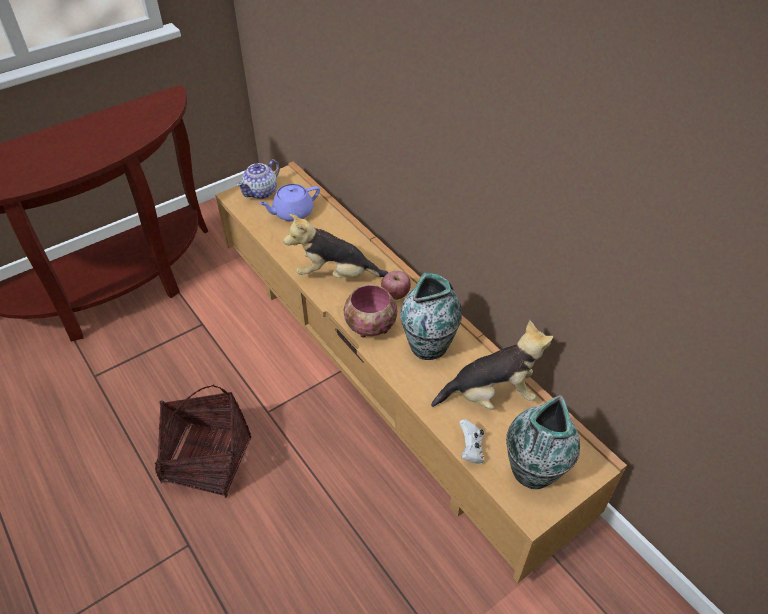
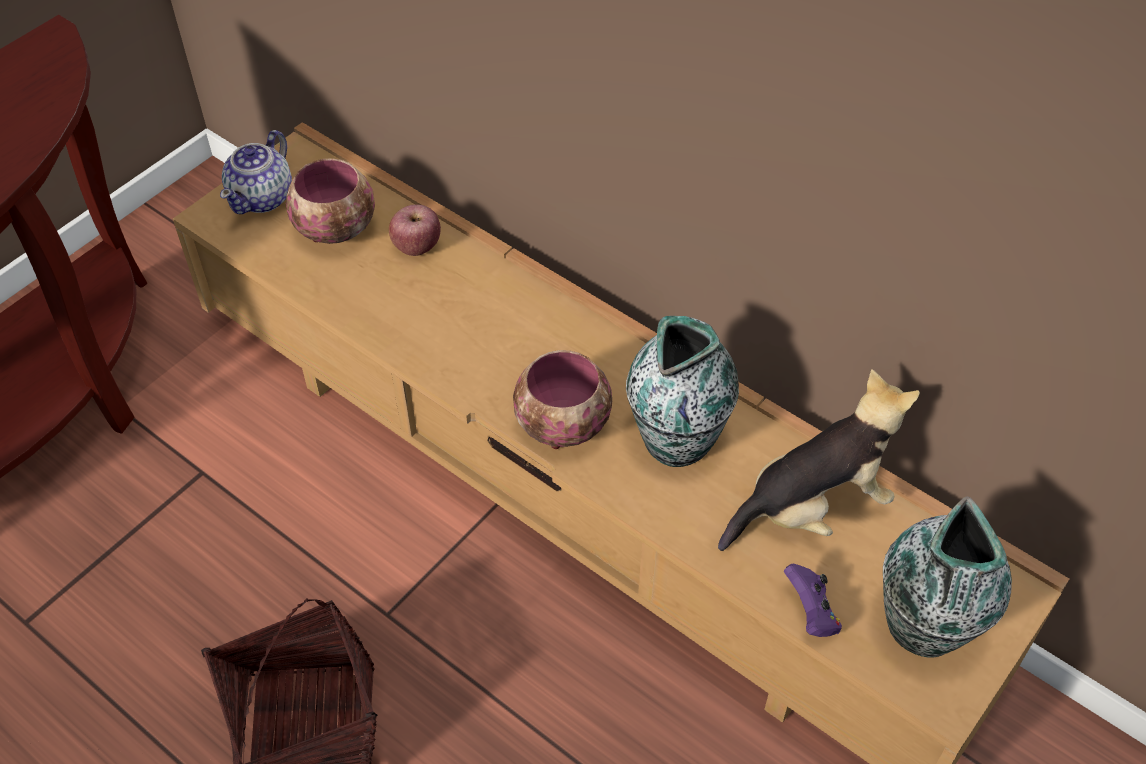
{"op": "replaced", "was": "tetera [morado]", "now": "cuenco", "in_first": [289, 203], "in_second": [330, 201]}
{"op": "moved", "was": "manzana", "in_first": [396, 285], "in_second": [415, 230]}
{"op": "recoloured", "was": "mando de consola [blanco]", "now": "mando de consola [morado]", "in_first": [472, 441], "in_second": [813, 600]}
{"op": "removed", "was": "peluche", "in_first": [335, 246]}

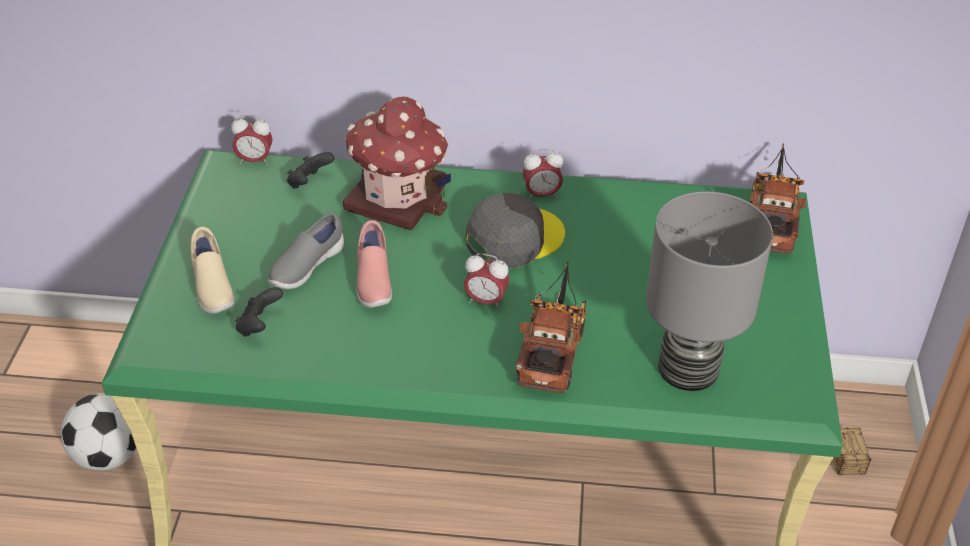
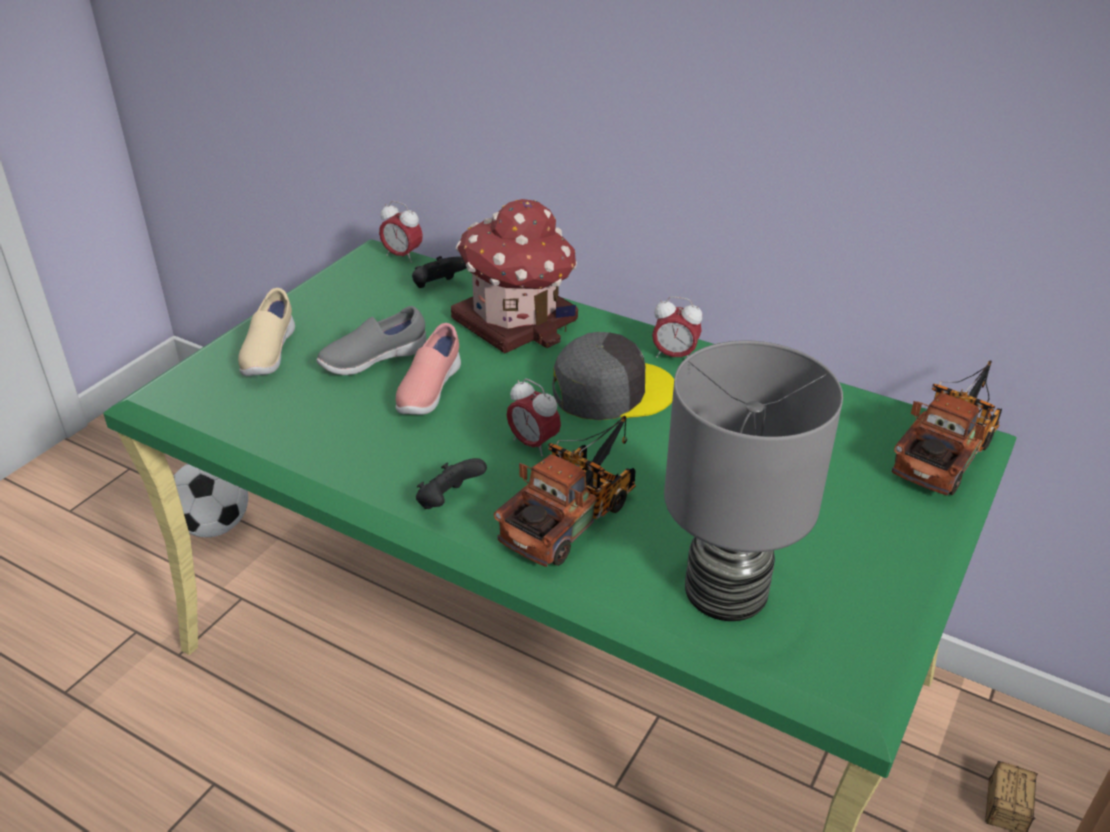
{"op": "moved", "was": "mando de consola [negro]", "in_first": [259, 312], "in_second": [451, 483]}

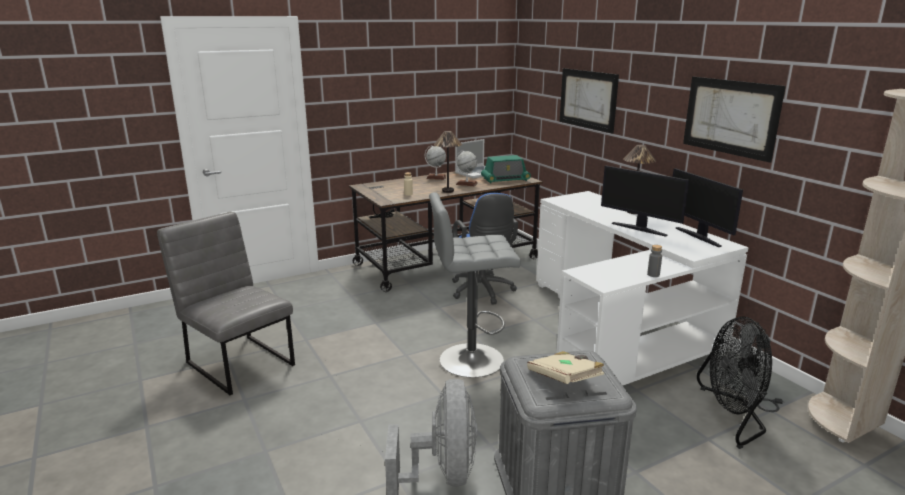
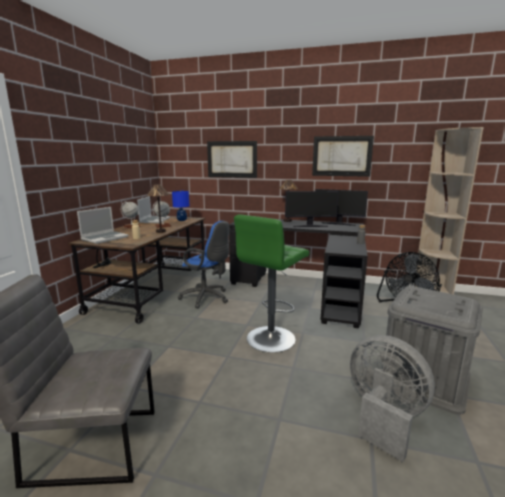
{"op": "added", "now": "portátil", "in_second": [103, 225]}
{"op": "replaced", "was": "radio", "now": "lámpara de mesa [azul]", "in_first": [506, 169], "in_second": [180, 206]}
{"op": "recoloured", "was": "escritorio [blanco]", "now": "escritorio [negro]", "in_first": [642, 288], "in_second": [298, 273]}
{"op": "recoloured", "was": "taburete [gris]", "now": "taburete [verde]", "in_first": [475, 284], "in_second": [271, 283]}
{"op": "removed", "was": "libro [beis]", "in_first": [565, 367]}

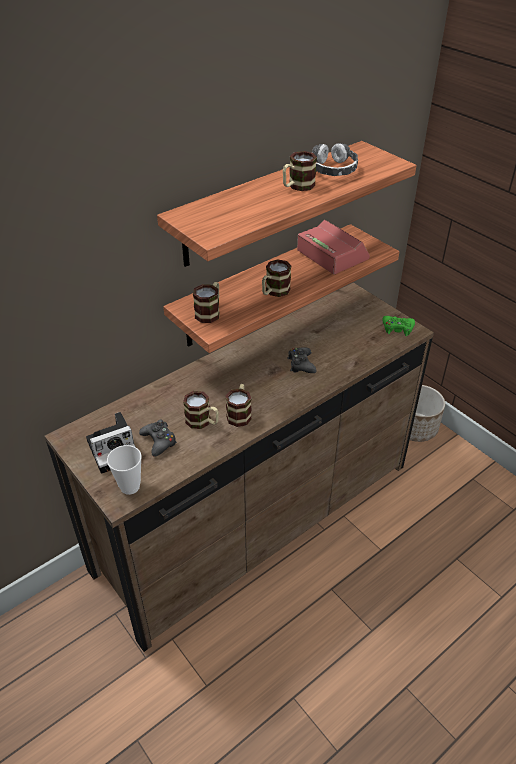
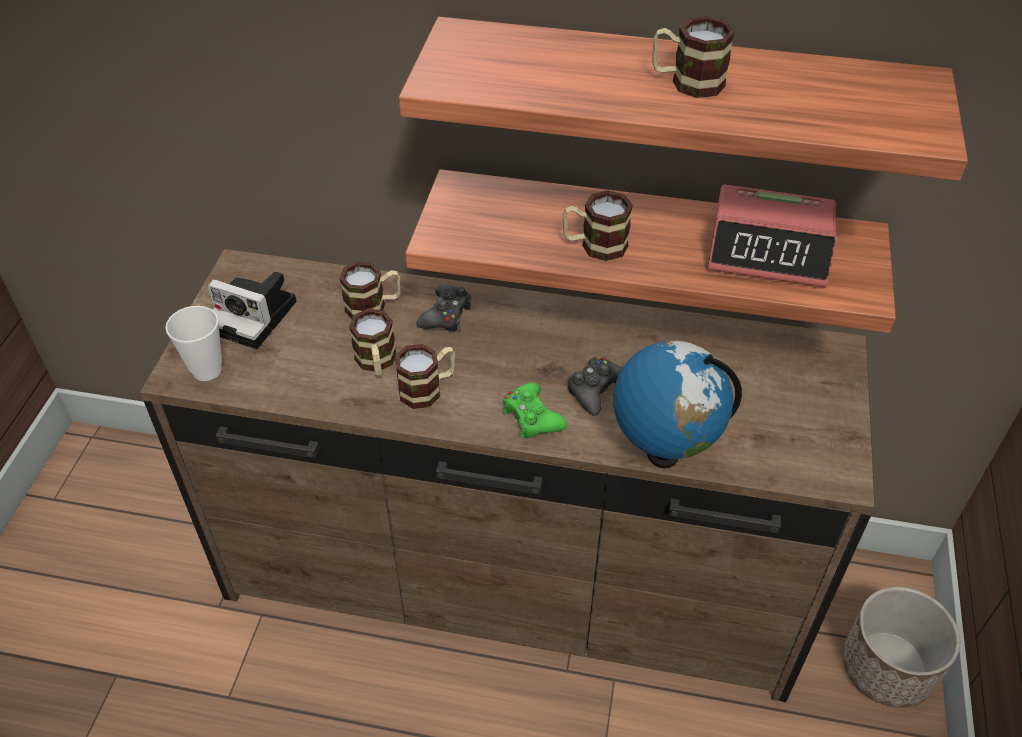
{"op": "moved", "was": "taza grande", "in_first": [206, 302], "in_second": [369, 290]}
{"op": "moved", "was": "mando de consola [negro]", "in_first": [158, 438], "in_second": [444, 308]}
{"op": "moved", "was": "mando de consola [verde]", "in_first": [399, 326], "in_second": [534, 410]}
{"op": "added", "now": "globo terráqueo", "in_second": [677, 405]}
{"op": "turned", "was": "despertador", "in_first": [333, 247], "in_second": [772, 236], "clockwise": 90}
{"op": "removed", "was": "auriculares", "in_first": [335, 159]}

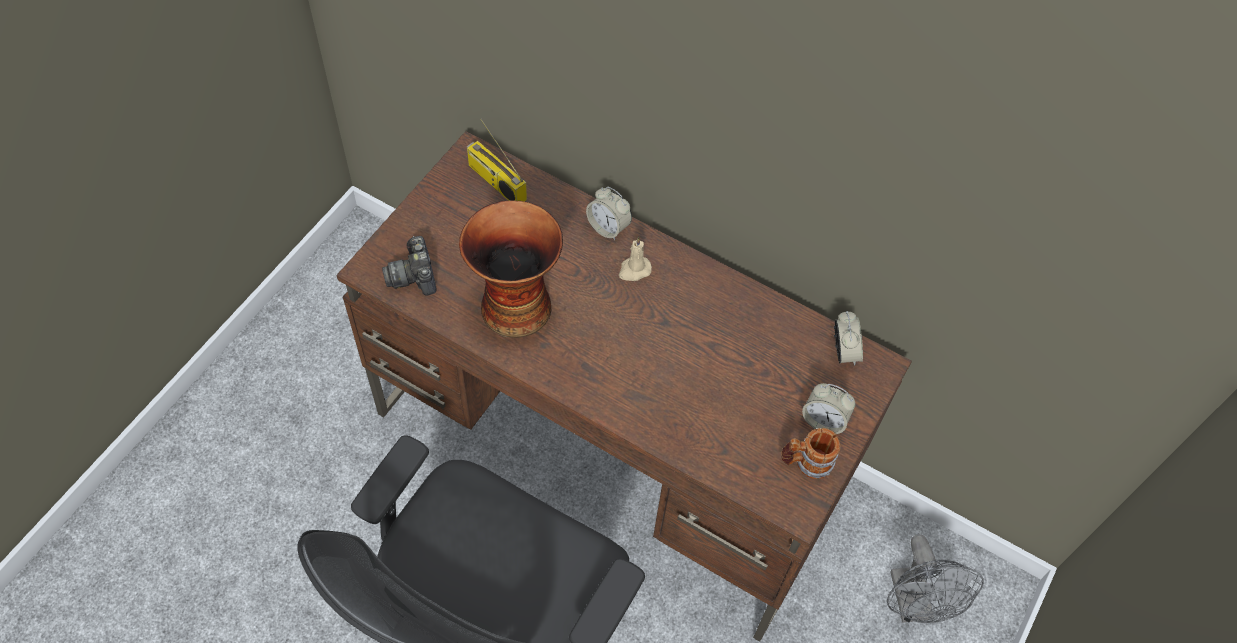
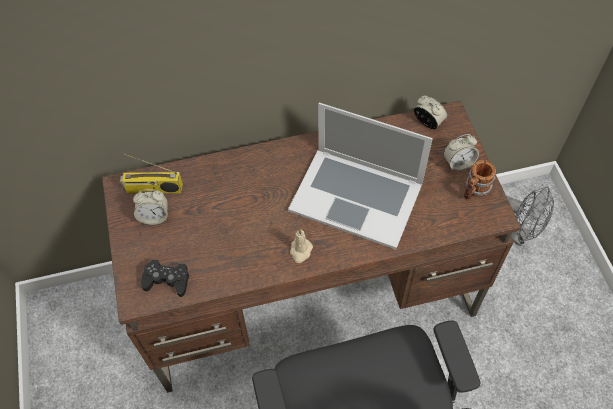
{"op": "moved", "was": "despertador", "in_first": [609, 213], "in_second": [150, 207]}
{"op": "replaced", "was": "cámara", "now": "mando de consola [negro]", "in_first": [409, 265], "in_second": [165, 278]}
{"op": "added", "now": "portátil", "in_second": [360, 176]}
{"op": "moved", "was": "vela [beis]", "in_first": [635, 259], "in_second": [301, 246]}
{"op": "removed", "was": "florero", "in_first": [511, 269]}

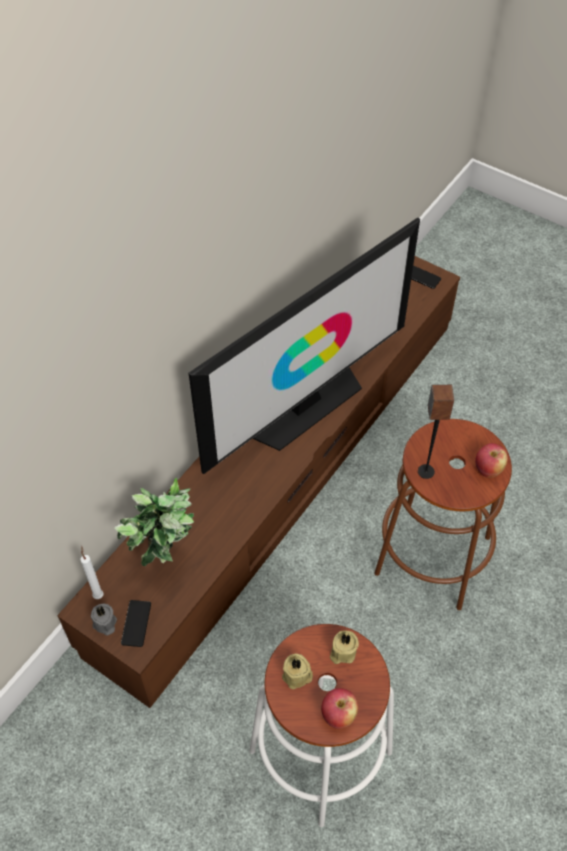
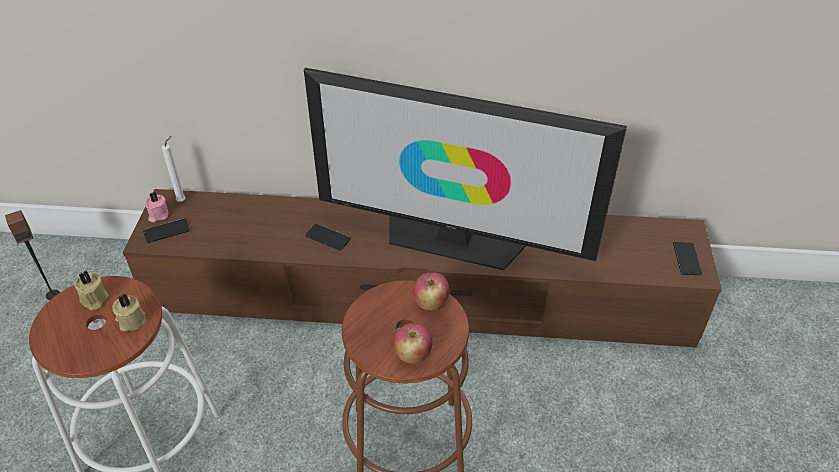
{"op": "moved", "was": "altavoz", "in_first": [436, 432], "in_second": [32, 255]}
{"op": "recoloured", "was": "vela [gris]", "now": "vela [rosa]", "in_first": [104, 620], "in_second": [157, 207]}
{"op": "added", "now": "móvil", "in_second": [328, 237]}
{"op": "moved", "was": "manzana", "in_first": [339, 708], "in_second": [431, 291]}
{"op": "removed", "was": "planta en maceta", "in_first": [154, 521]}

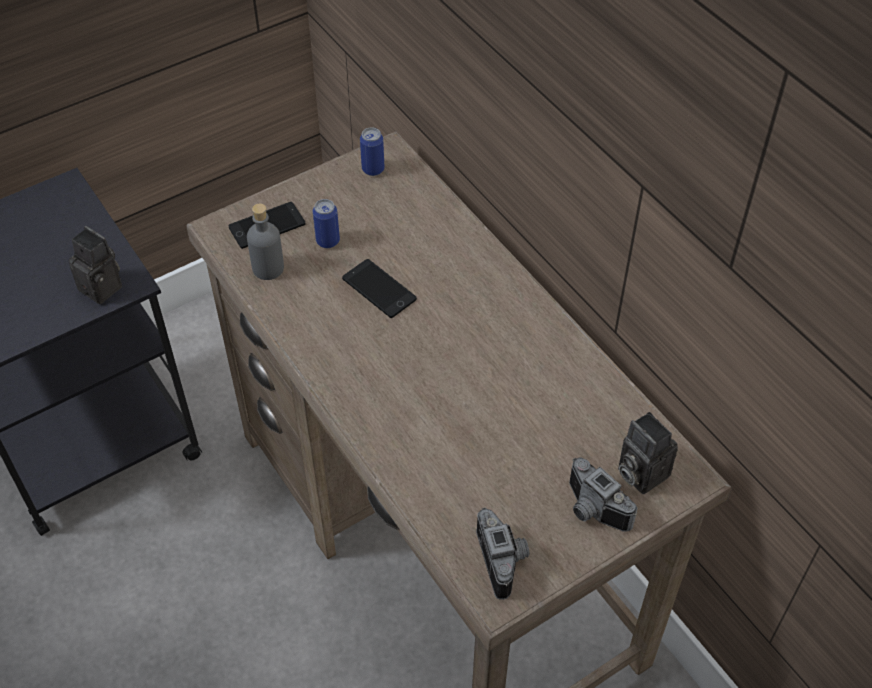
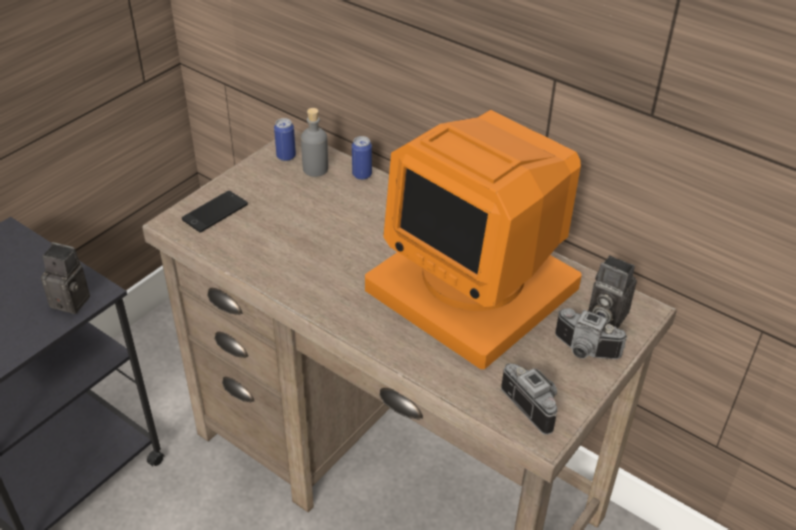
{"op": "moved", "was": "botella [gris]", "in_first": [265, 242], "in_second": [314, 142]}
{"op": "moved", "was": "lata", "in_first": [326, 223], "in_second": [362, 158]}
{"op": "added", "now": "monitor", "in_second": [473, 239]}
{"op": "removed", "was": "móvil", "in_first": [379, 288]}

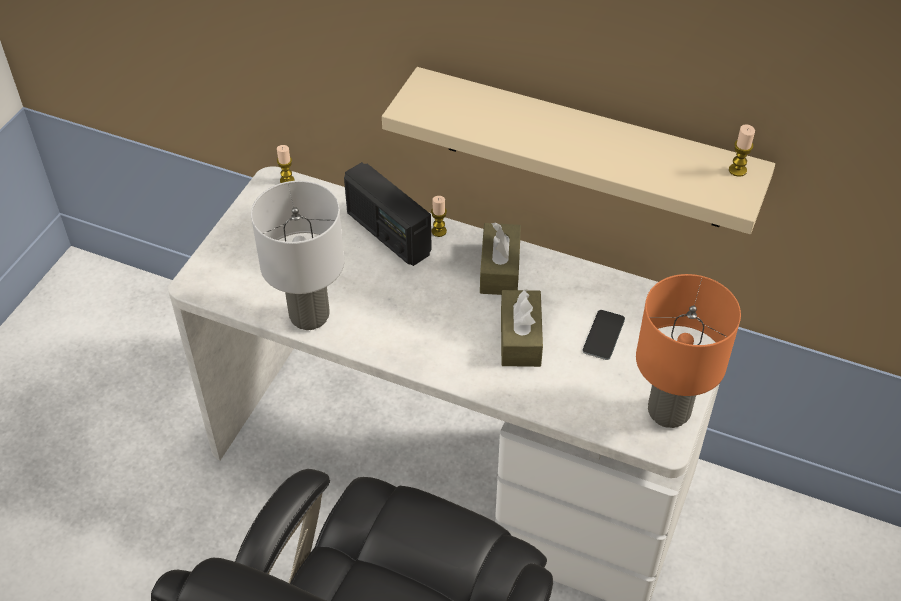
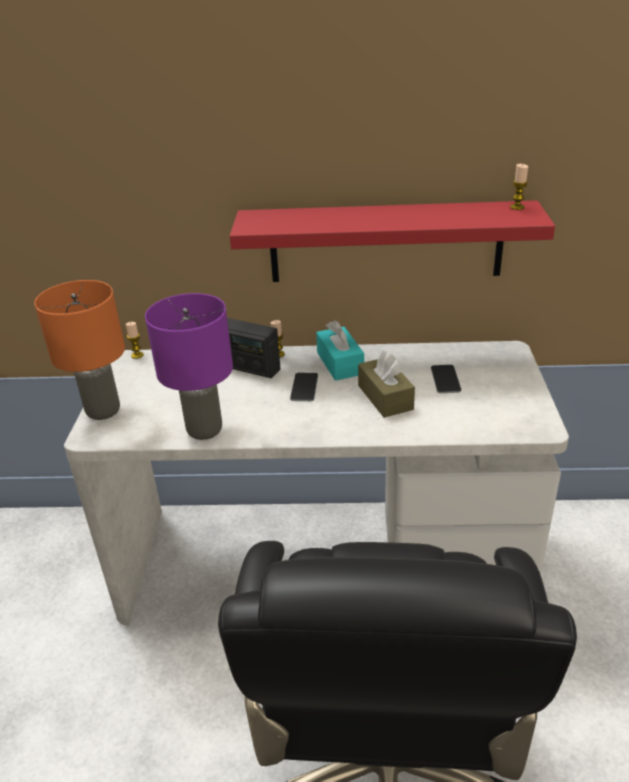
{"op": "moved", "was": "lámpara de mesa [naranja]", "in_first": [688, 351], "in_second": [79, 350]}
{"op": "recoloured", "was": "lámpara de mesa [blanco]", "now": "lámpara de mesa [morado]", "in_first": [297, 255], "in_second": [189, 366]}
{"op": "recoloured", "was": "estante [beis]", "now": "estante [rojo]", "in_first": [578, 150], "in_second": [392, 241]}
{"op": "added", "now": "móvil", "in_second": [304, 387]}
{"op": "recoloured", "was": "caja de pañuelos [marrón]", "now": "caja de pañuelos [turquesa]", "in_first": [500, 258], "in_second": [340, 350]}

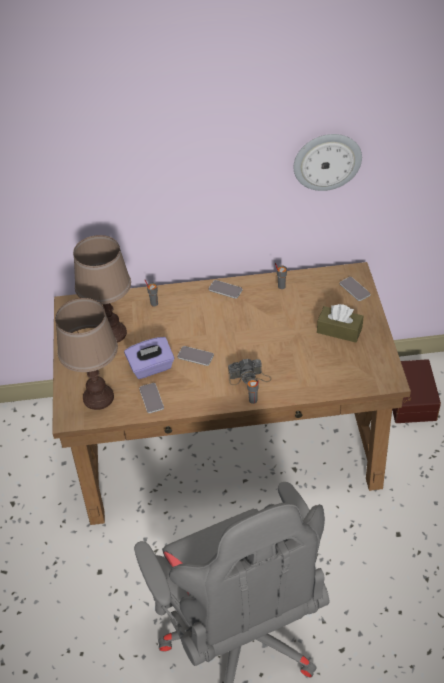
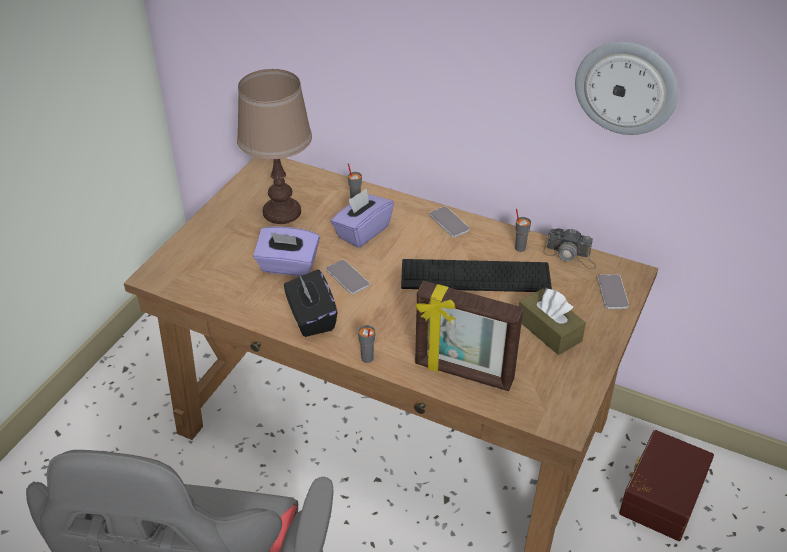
{"op": "added", "now": "caja de pañuelos [negro]", "in_second": [311, 303]}
{"op": "added", "now": "caja de pañuelos [morado]", "in_second": [362, 218]}
{"op": "added", "now": "teclado", "in_second": [476, 275]}
{"op": "added", "now": "portarretratos", "in_second": [469, 336]}
{"op": "moved", "was": "cámara", "in_first": [250, 372], "in_second": [570, 248]}
{"op": "removed", "was": "lámpara de mesa [marrón]", "in_first": [86, 354]}
{"op": "removed", "was": "móvil", "in_first": [151, 398]}

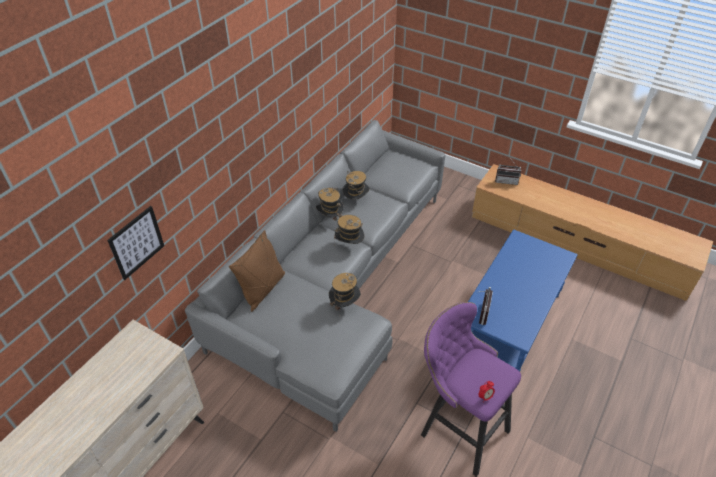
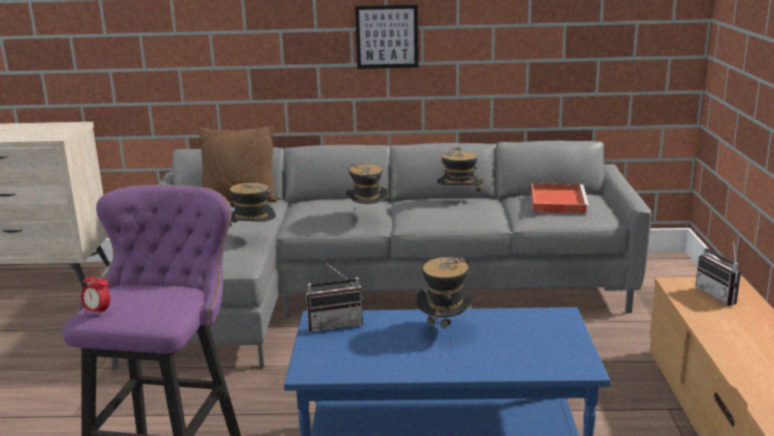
{"op": "moved", "was": "cuadro", "in_first": [135, 243], "in_second": [386, 37]}
{"op": "moved", "was": "sombrero", "in_first": [330, 204], "in_second": [445, 301]}
{"op": "added", "now": "bandeja [rojo]", "in_second": [560, 198]}

